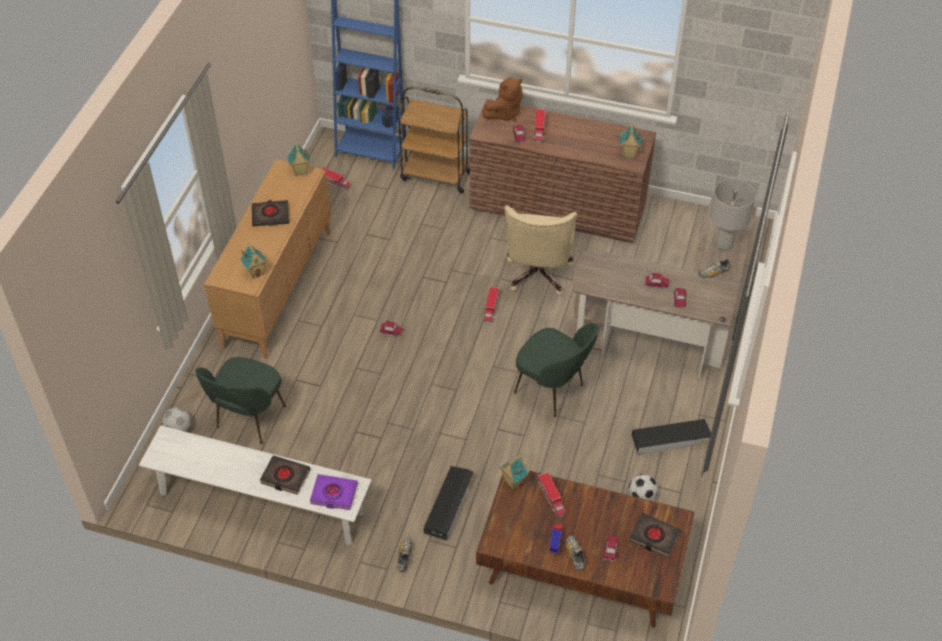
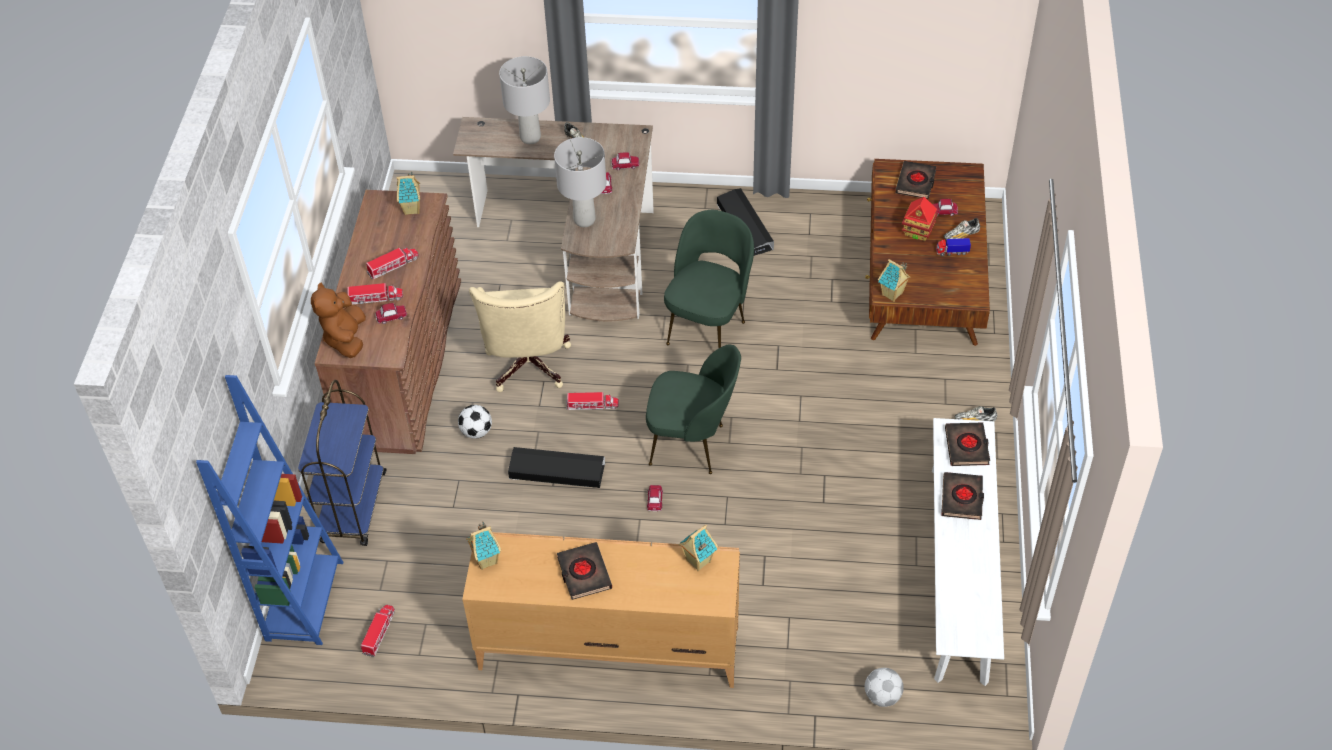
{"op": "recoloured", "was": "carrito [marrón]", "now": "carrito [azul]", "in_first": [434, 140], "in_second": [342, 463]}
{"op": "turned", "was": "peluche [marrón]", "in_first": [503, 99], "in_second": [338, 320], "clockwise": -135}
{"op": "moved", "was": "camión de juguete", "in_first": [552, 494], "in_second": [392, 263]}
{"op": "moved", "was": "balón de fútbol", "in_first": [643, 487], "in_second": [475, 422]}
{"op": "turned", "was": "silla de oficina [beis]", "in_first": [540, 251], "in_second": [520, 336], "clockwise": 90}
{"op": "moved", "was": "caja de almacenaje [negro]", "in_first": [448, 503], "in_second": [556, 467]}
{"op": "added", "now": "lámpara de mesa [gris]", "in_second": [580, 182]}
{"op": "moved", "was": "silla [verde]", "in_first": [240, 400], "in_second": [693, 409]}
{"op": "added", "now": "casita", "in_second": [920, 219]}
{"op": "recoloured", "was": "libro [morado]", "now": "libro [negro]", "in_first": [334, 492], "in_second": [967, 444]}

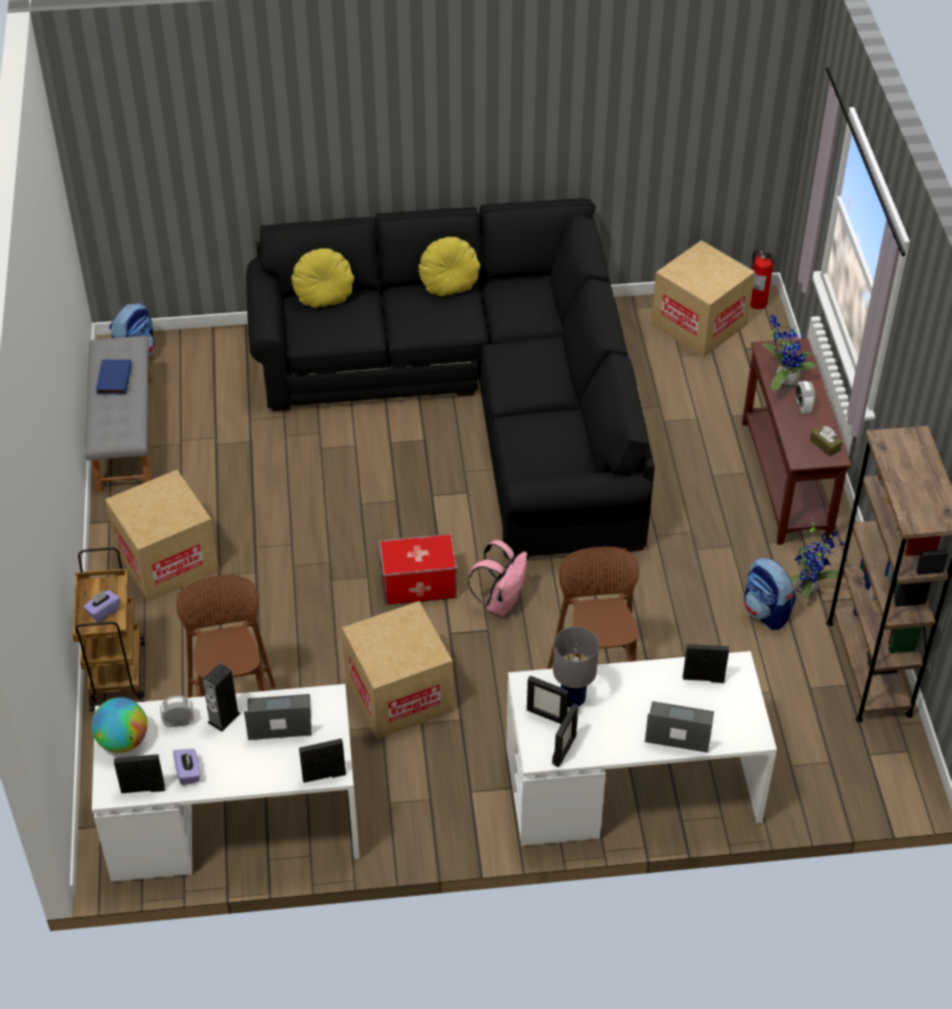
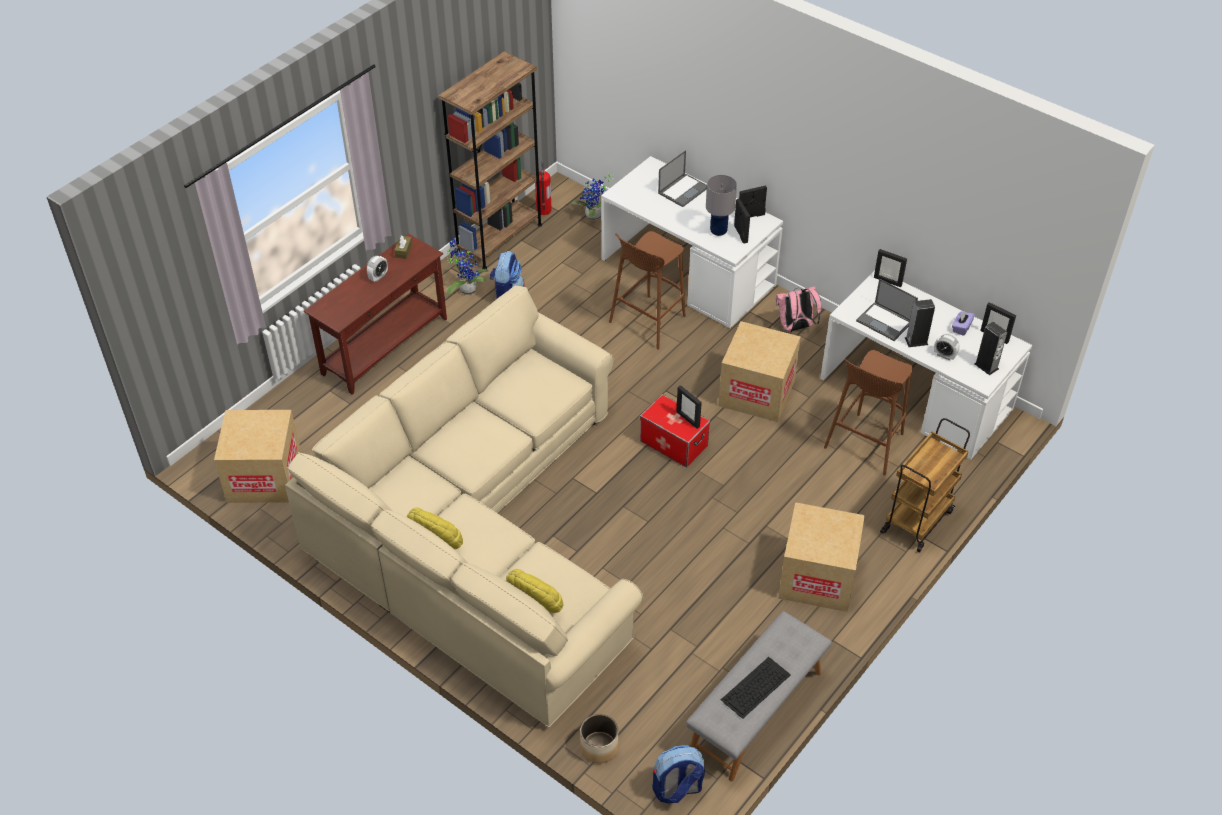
{"op": "recoloured", "was": "sofá [negro]", "now": "sofá [beis]", "in_first": [450, 379], "in_second": [464, 506]}
{"op": "moved", "was": "extintor", "in_first": [762, 279], "in_second": [543, 188]}
{"op": "moved", "was": "planta en maceta", "in_first": [789, 353], "in_second": [592, 197]}
{"op": "added", "now": "maceta", "in_second": [599, 738]}
{"op": "turned", "was": "portátil", "in_first": [679, 727], "in_second": [682, 178], "clockwise": -105}
{"op": "moved", "was": "portarretratos", "in_first": [706, 663], "in_second": [689, 407]}
{"op": "replaced", "was": "libro [azul]", "now": "teclado", "in_first": [114, 377], "in_second": [756, 688]}
{"op": "moved", "was": "mochila [rosa]", "in_first": [497, 578], "in_second": [798, 309]}
{"op": "replaced", "was": "globo terráqueo", "now": "altavoz", "in_first": [119, 725], "in_second": [990, 348]}
{"op": "removed", "was": "caja de pañuelos [morado]", "in_first": [101, 606]}

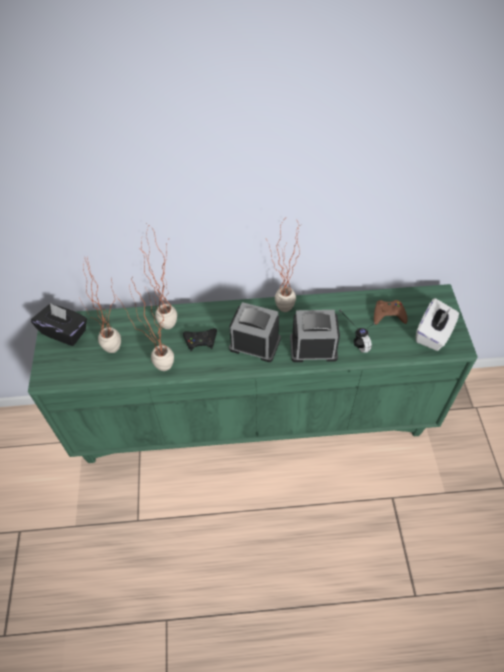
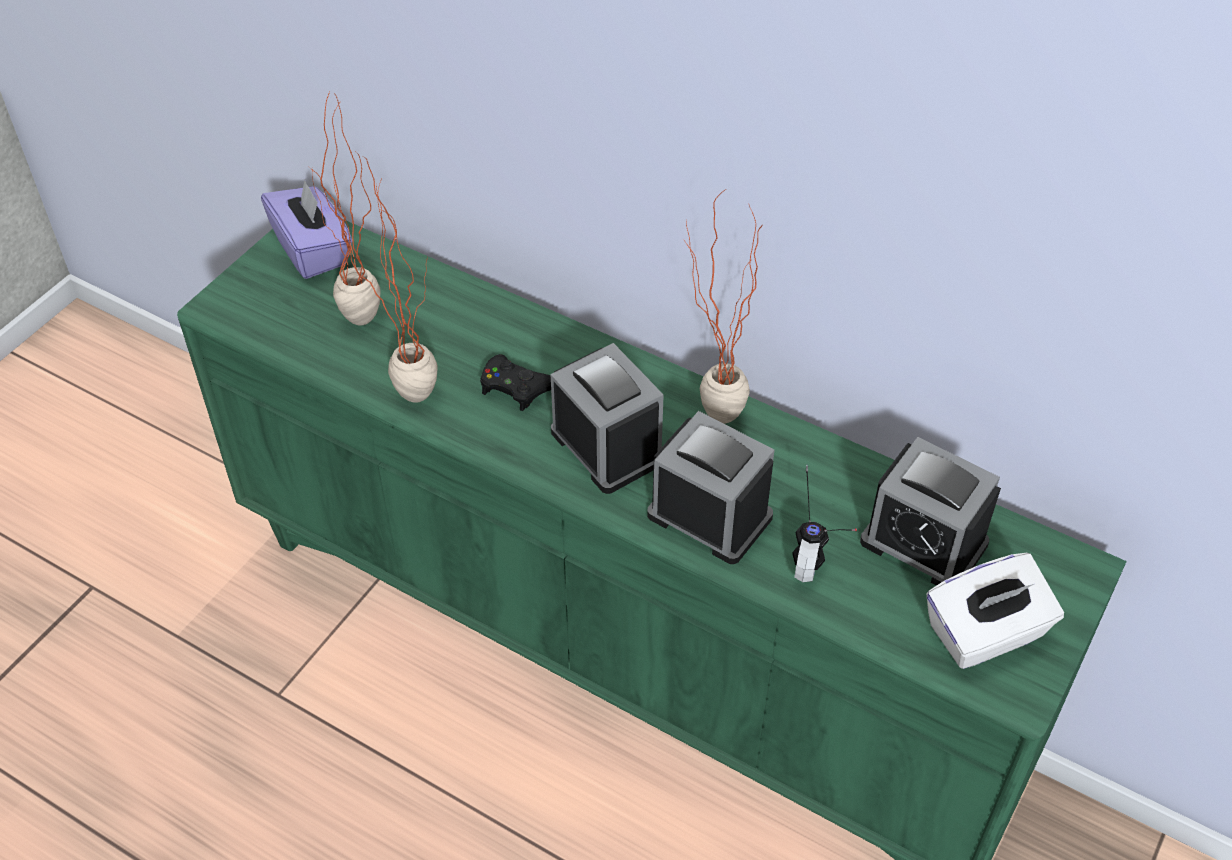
{"op": "recoloured", "was": "caja de pañuelos [negro]", "now": "caja de pañuelos [morado]", "in_first": [59, 324], "in_second": [306, 229]}
{"op": "replaced", "was": "mando de consola [marrón]", "now": "despertador", "in_first": [391, 312], "in_second": [930, 511]}
{"op": "removed", "was": "planta en maceta", "in_first": [159, 276]}

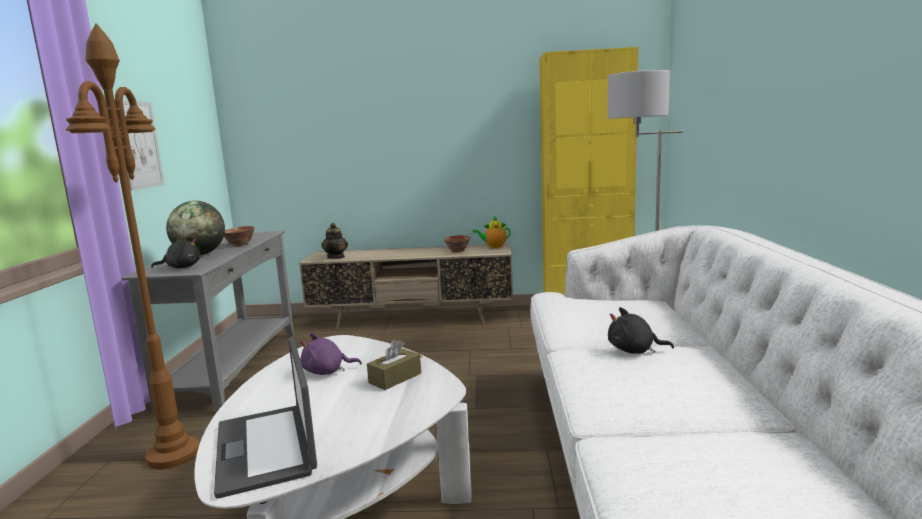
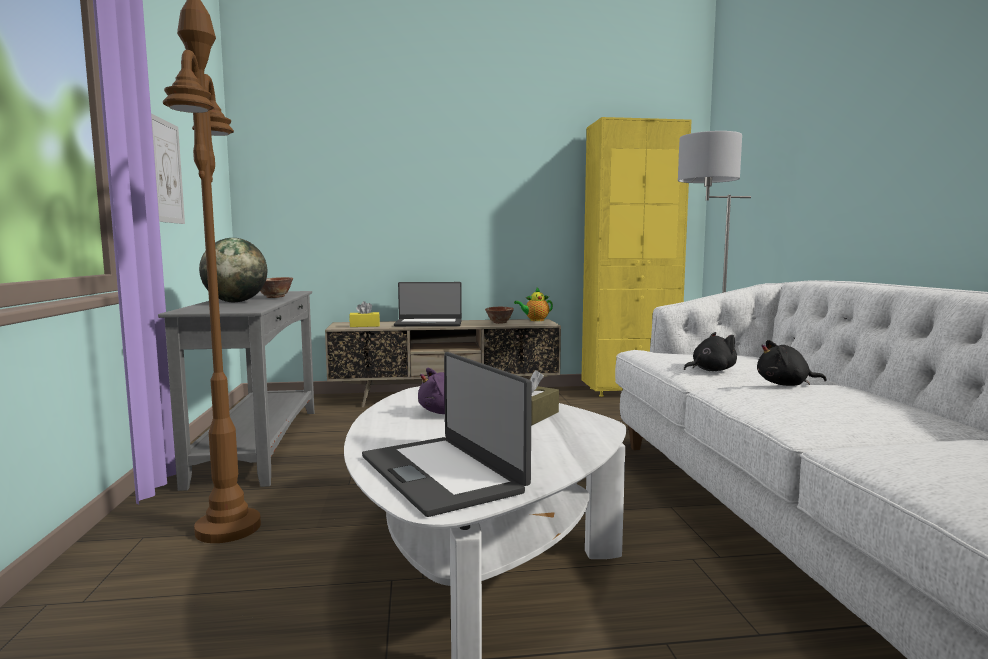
{"op": "replaced", "was": "tetera", "now": "caja de pañuelos [amarillo]", "in_first": [334, 241], "in_second": [364, 314]}
{"op": "added", "now": "portátil", "in_second": [428, 304]}
{"op": "moved", "was": "peluche [negro]", "in_first": [176, 252], "in_second": [710, 351]}

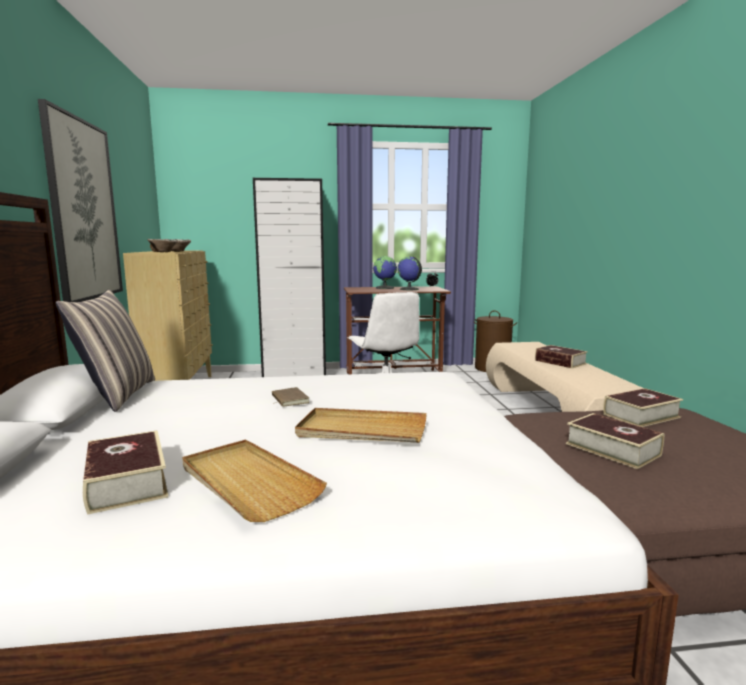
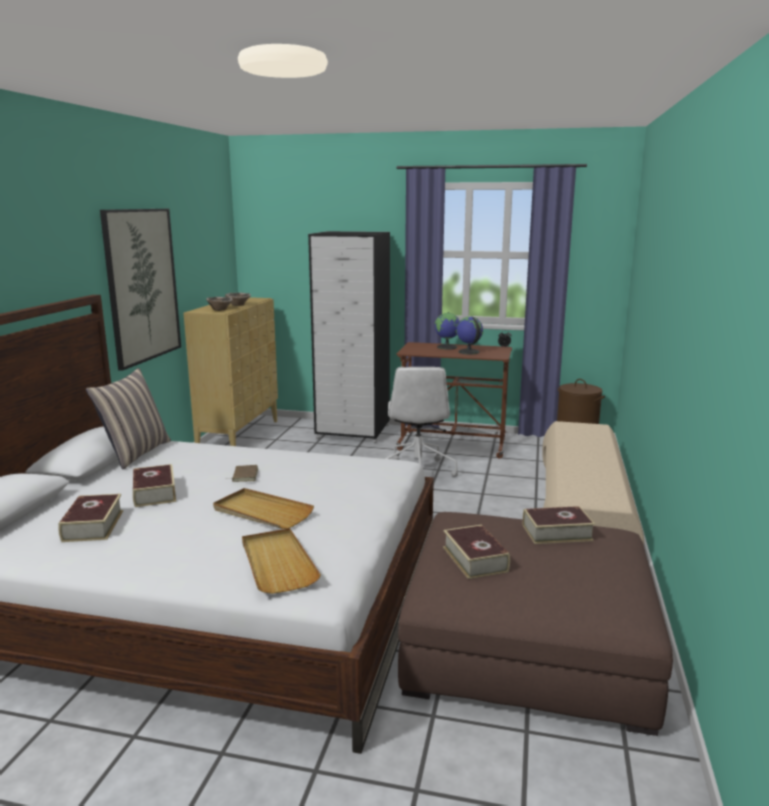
{"op": "moved", "was": "libro", "in_first": [561, 356], "in_second": [154, 485]}
{"op": "moved", "was": "bandeja [beis]", "in_first": [254, 480], "in_second": [281, 561]}

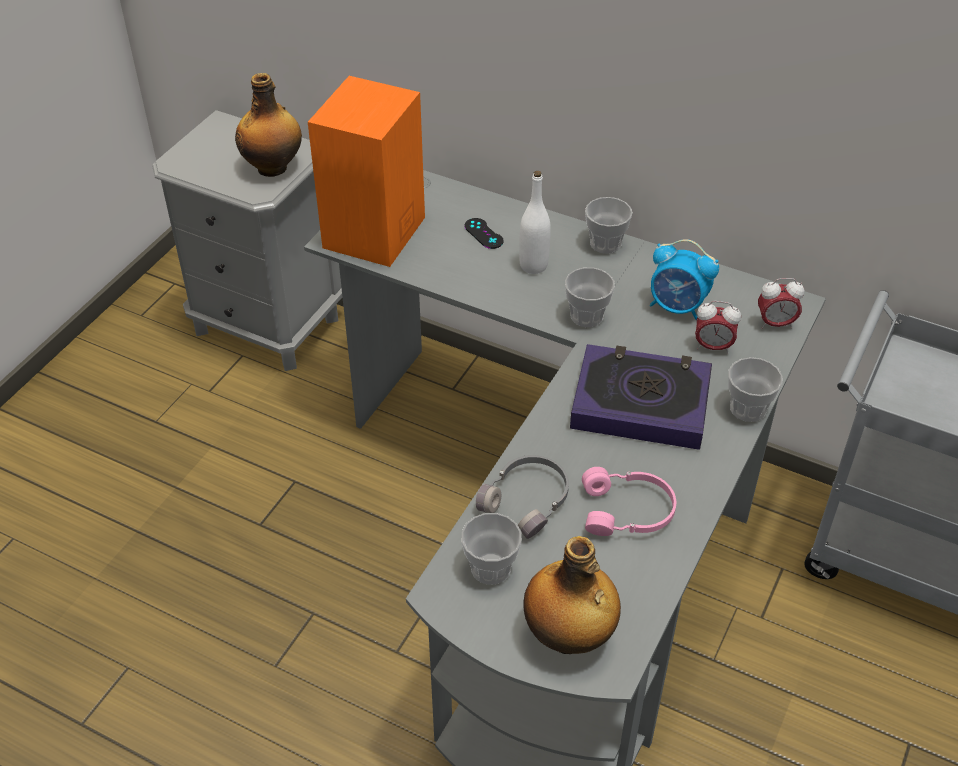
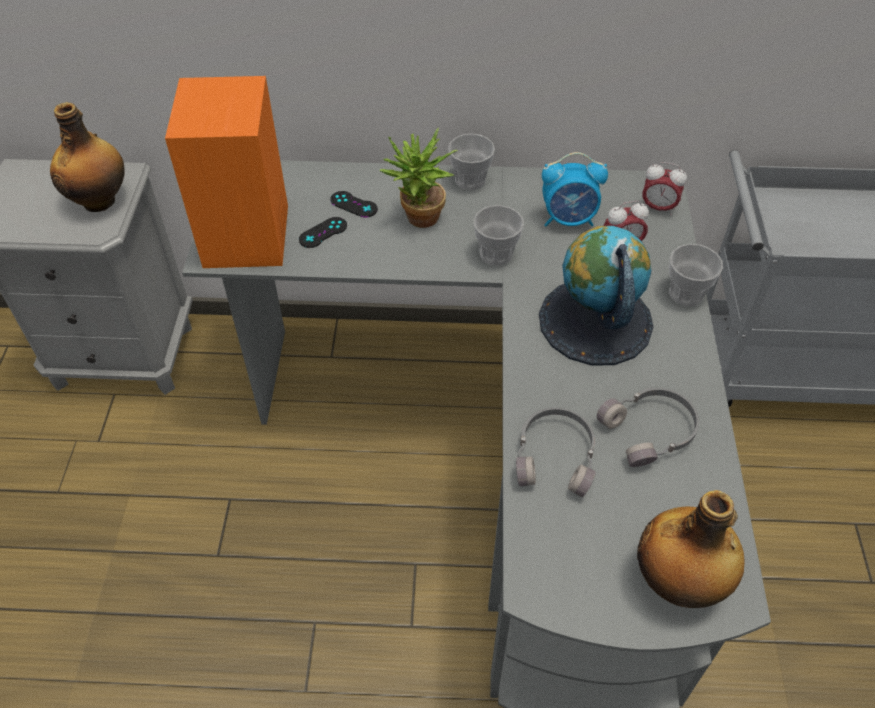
{"op": "added", "now": "mando de consola [negro]", "in_second": [323, 232]}
{"op": "replaced", "was": "botella [blanco]", "now": "planta en maceta", "in_first": [535, 222], "in_second": [419, 178]}
{"op": "replaced", "was": "libro", "now": "globo terráqueo", "in_first": [641, 397], "in_second": [596, 296]}
{"op": "recoloured", "was": "auriculares [rosa]", "now": "auriculares [gris]", "in_first": [629, 501], "in_second": [648, 427]}
{"op": "turned", "was": "despertador", "in_first": [781, 303], "in_second": [664, 188], "clockwise": 45}
{"op": "removed", "was": "taza", "in_first": [491, 549]}

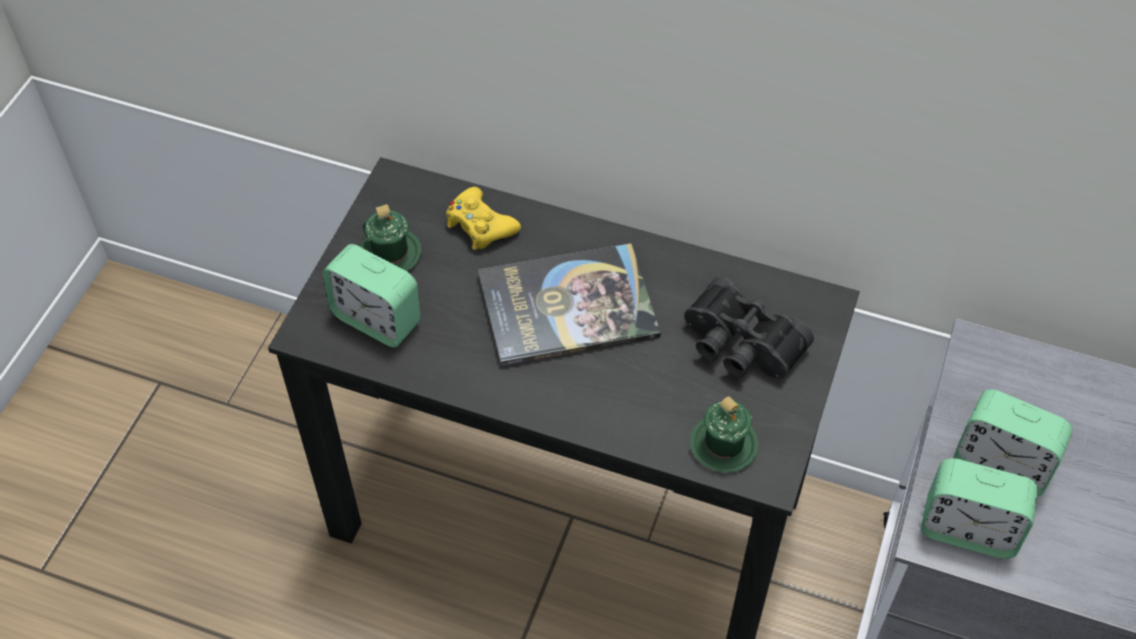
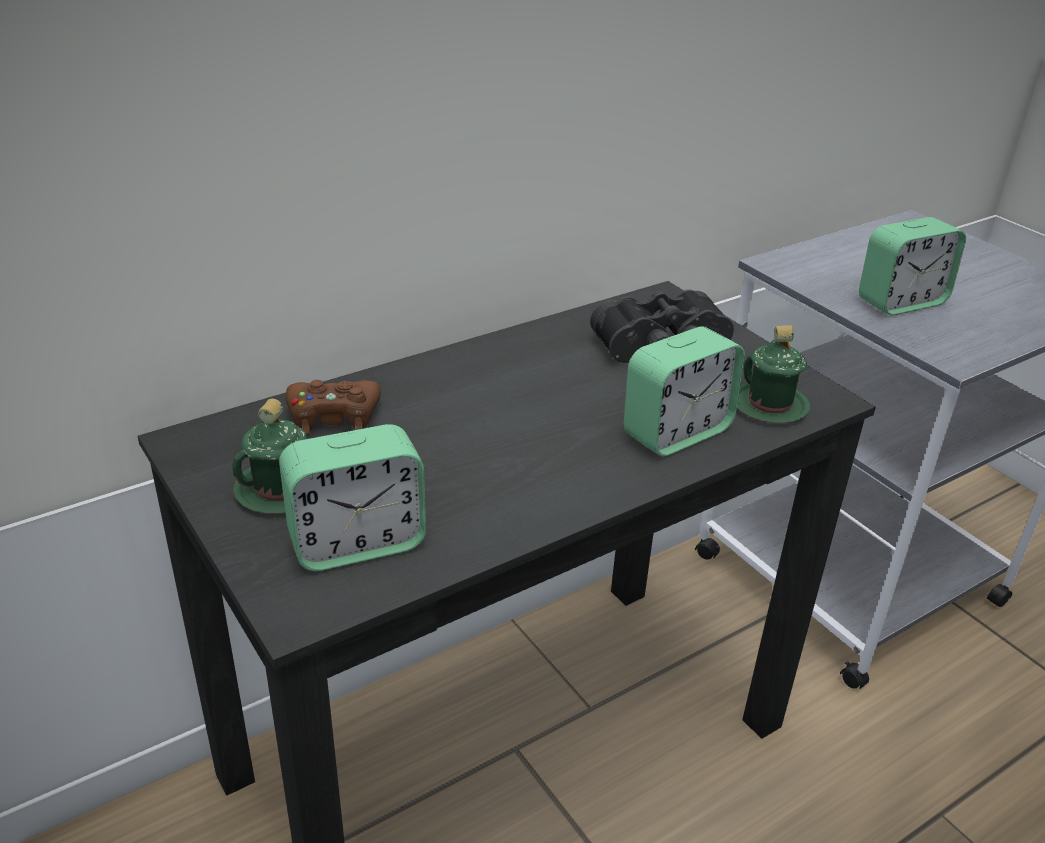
{"op": "recoloured", "was": "mando de consola [amarillo]", "now": "mando de consola [marrón]", "in_first": [483, 218], "in_second": [333, 407]}
{"op": "moved", "was": "despertador", "in_first": [979, 508], "in_second": [684, 391]}
{"op": "removed", "was": "libro", "in_first": [569, 304]}

